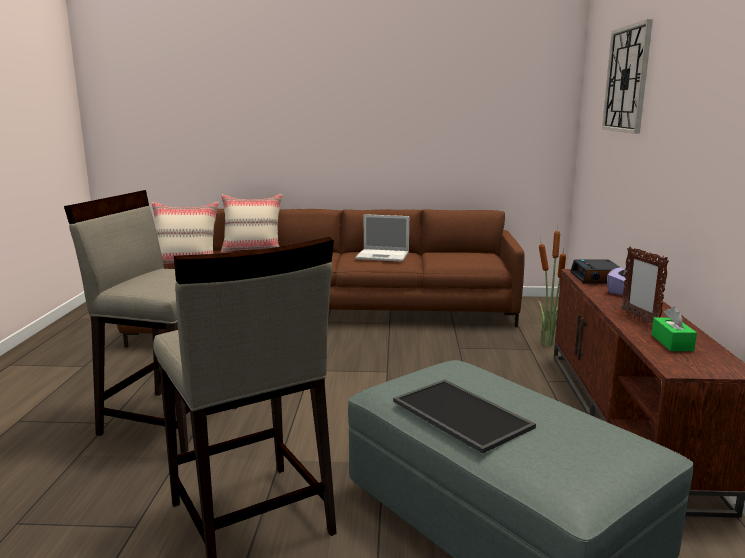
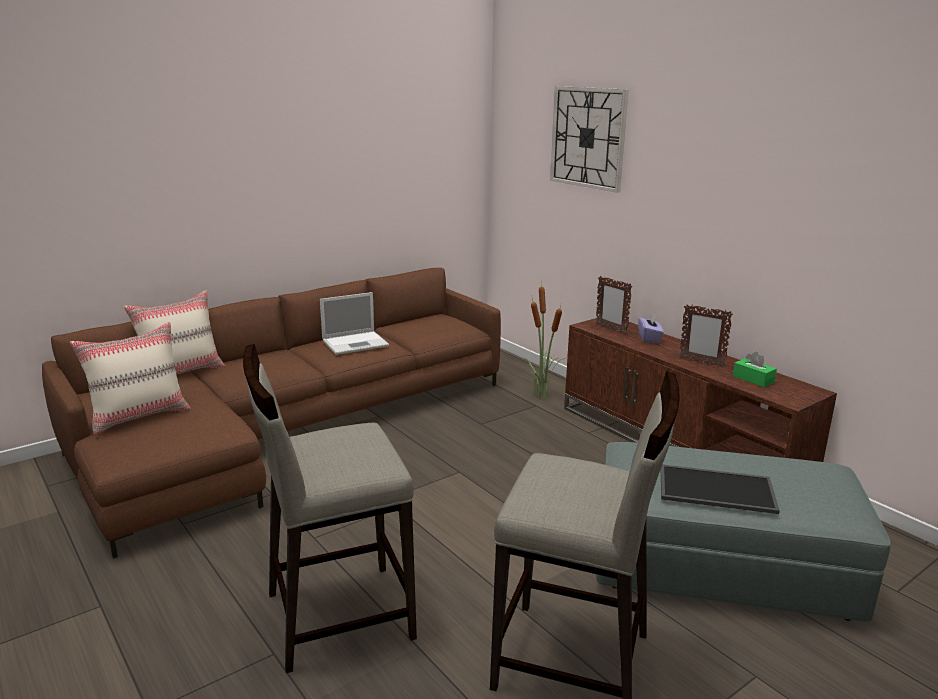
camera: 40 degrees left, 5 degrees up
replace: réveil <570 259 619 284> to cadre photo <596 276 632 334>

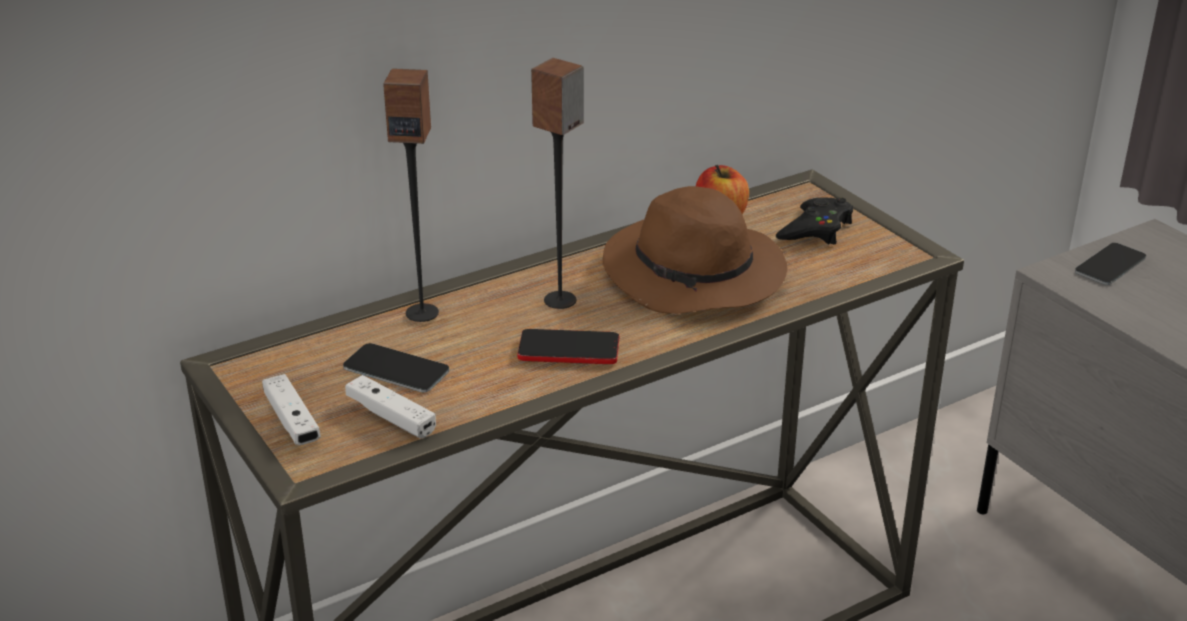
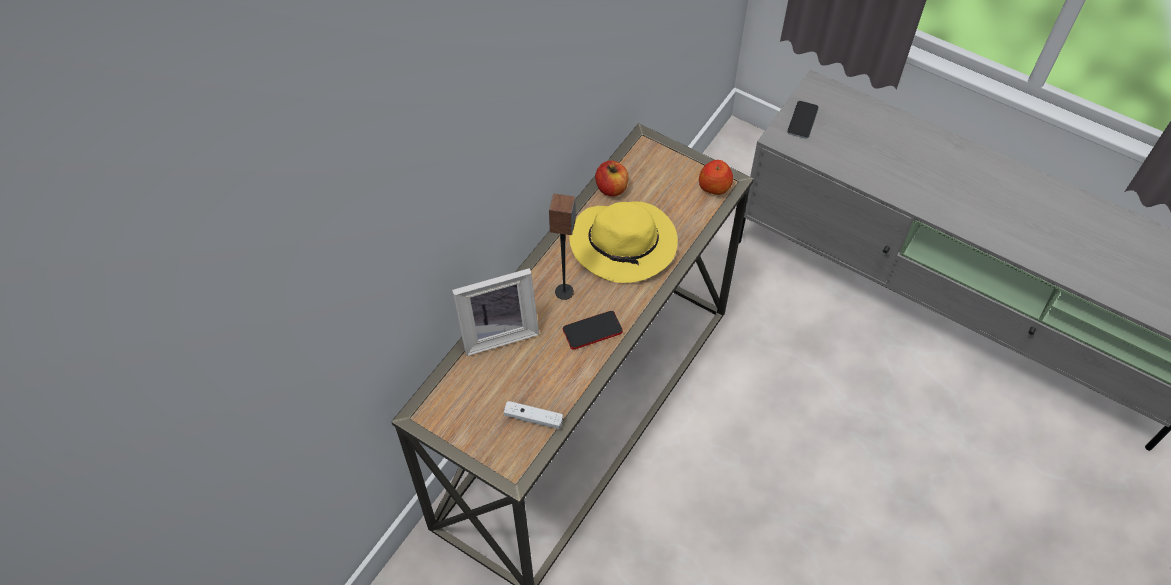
camera: 25 degrees left, 25 degrees up
delete: manette/noir <776 197 853 245>; téléphone <343 343 449 392>; manette/blanc <262 374 321 445>
insert: pomme <699 160 733 195>
replace: enceinte <383 68 439 322> to cadre photo <452 268 539 356>
recolor: chapeau/marron <602 186 787 314> to chapeau/jaune <569 201 678 283>

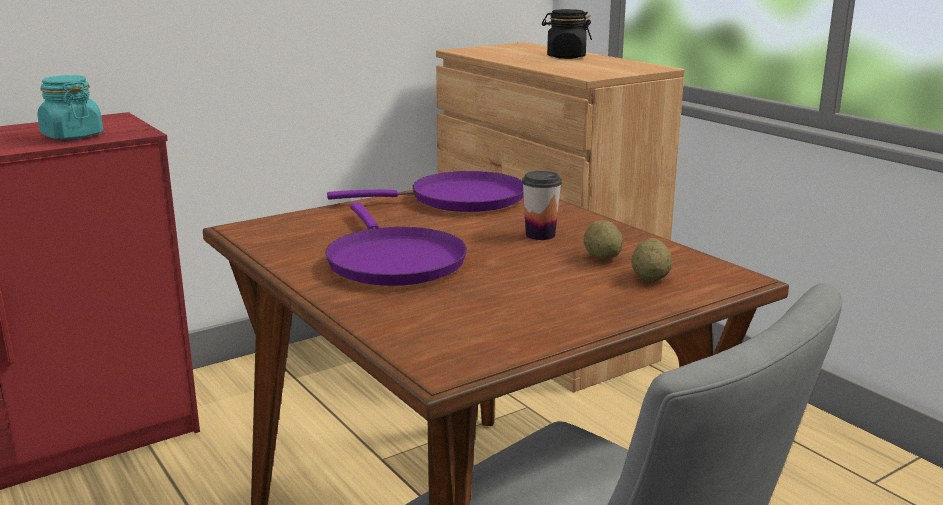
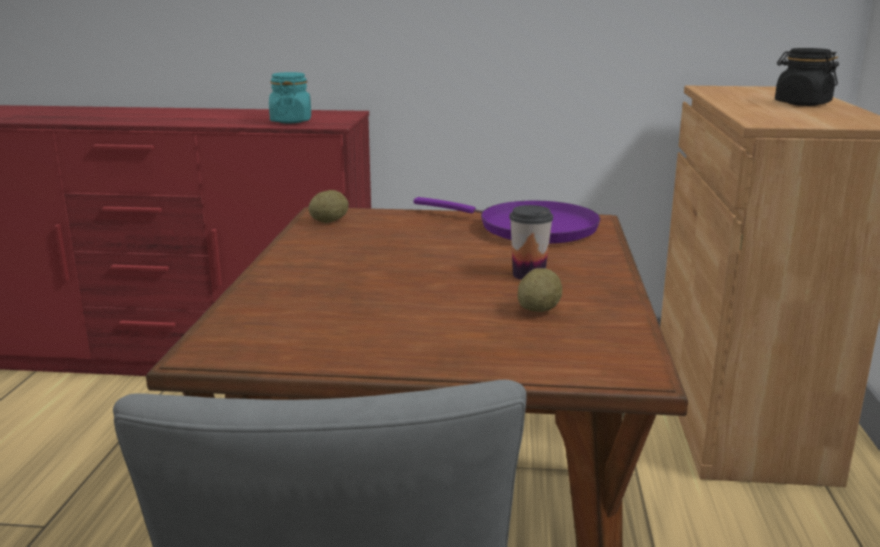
camera: 40 degrees right, 0 degrees up
delete: poêle/violet <325 202 467 286>
move: pomme de terre <631 238 673 282> to <308 190 349 223>

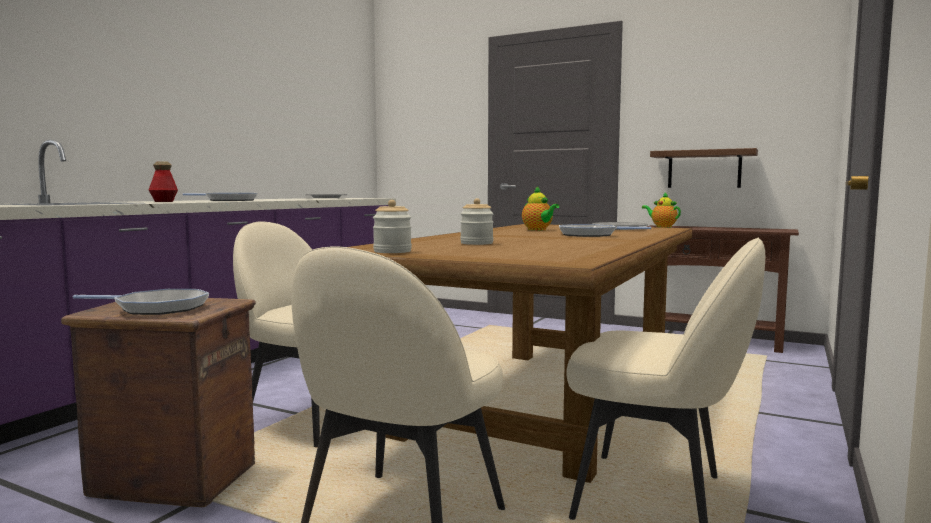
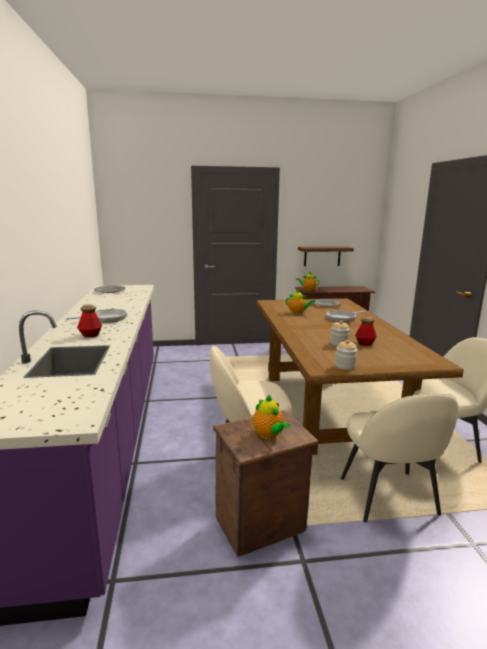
camera: 35 degrees left, 10 degrees up
insert: bouteille <355 316 377 345>
replace: poêle <73 289 209 315> to théière <253 395 290 439>

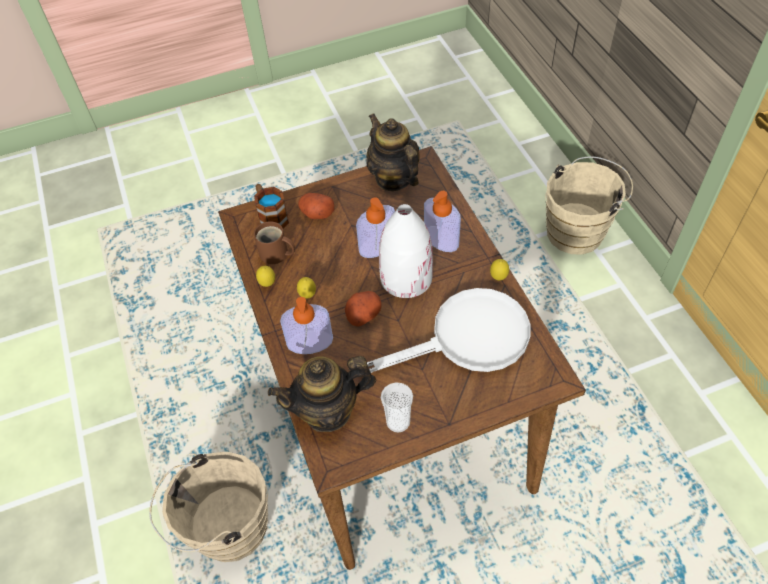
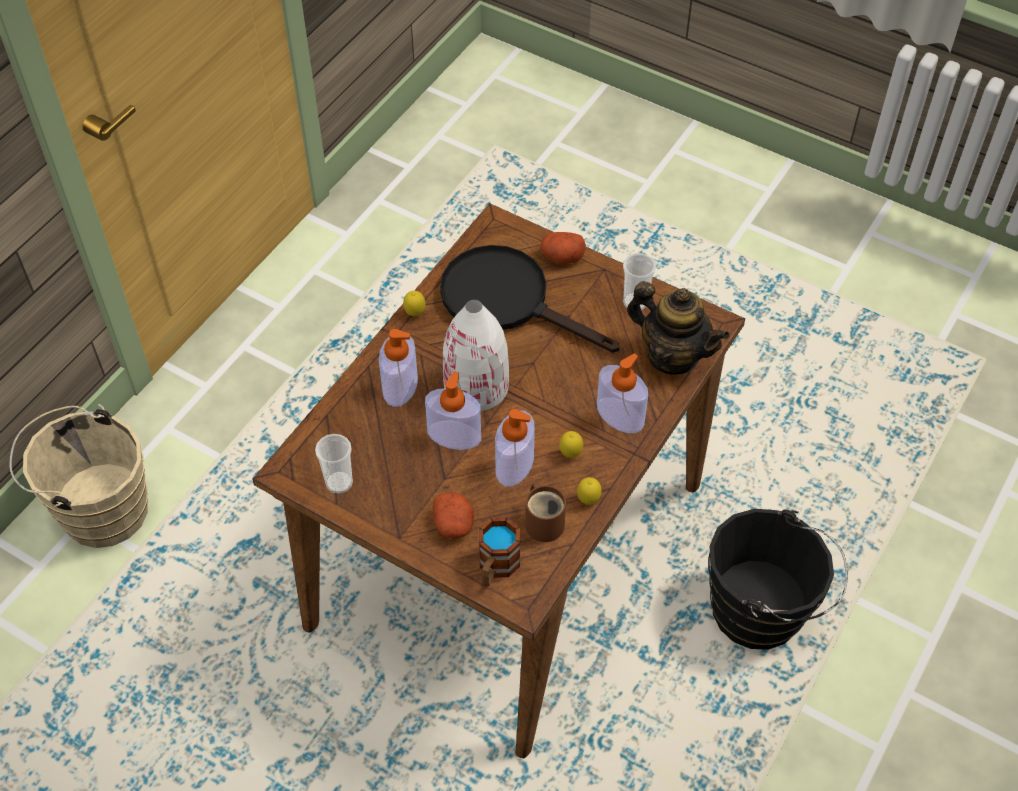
camera: 130 degrees left, 0 degrees up
insert: distributeur de savon <495 409 535 486>
move: pomme de terre <345 291 382 327> to <540 232 586 264>
replace: théière <366 113 420 191> to tasse <315 434 353 494>
recolor: poêle/blanc <367 288 530 373> to poêle/noir <440 245 620 353>; seau/beige <149 452 268 562> to seau/noir <708 509 847 650>

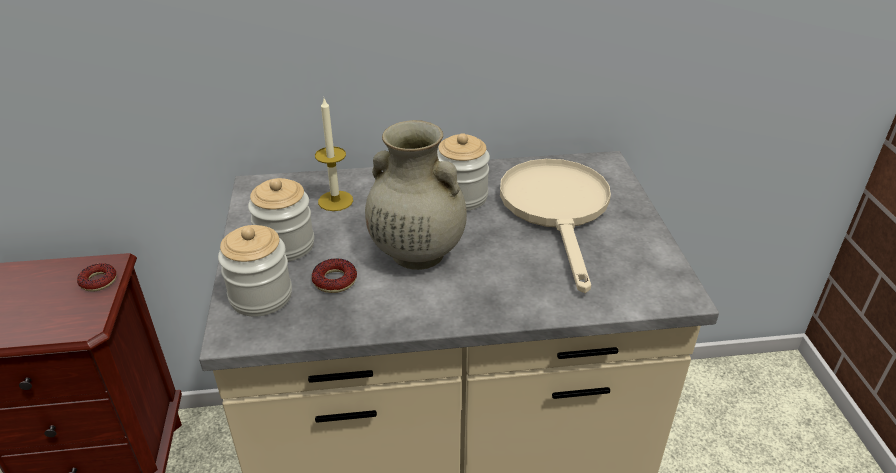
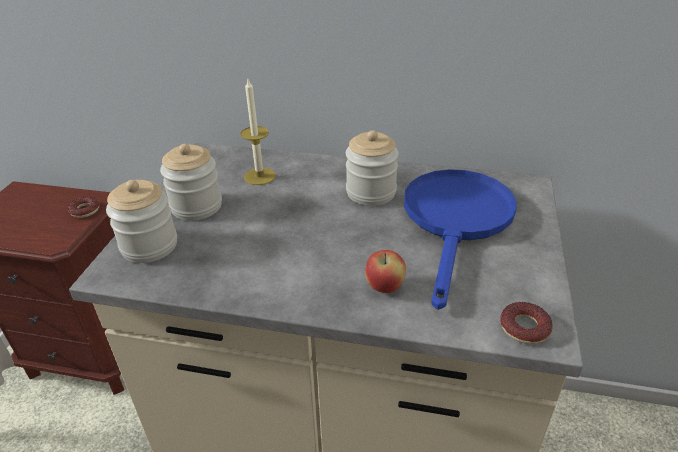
camera: 20 degrees right, 0 degrees up
delete: vase/beige <365 120 467 270>
insert: pomme <365 250 406 293>
move: beignet <312 258 357 293> to <500 302 553 344>
recolor: poêle/beige <500 159 611 293> to poêle/bleu <404 169 517 310>

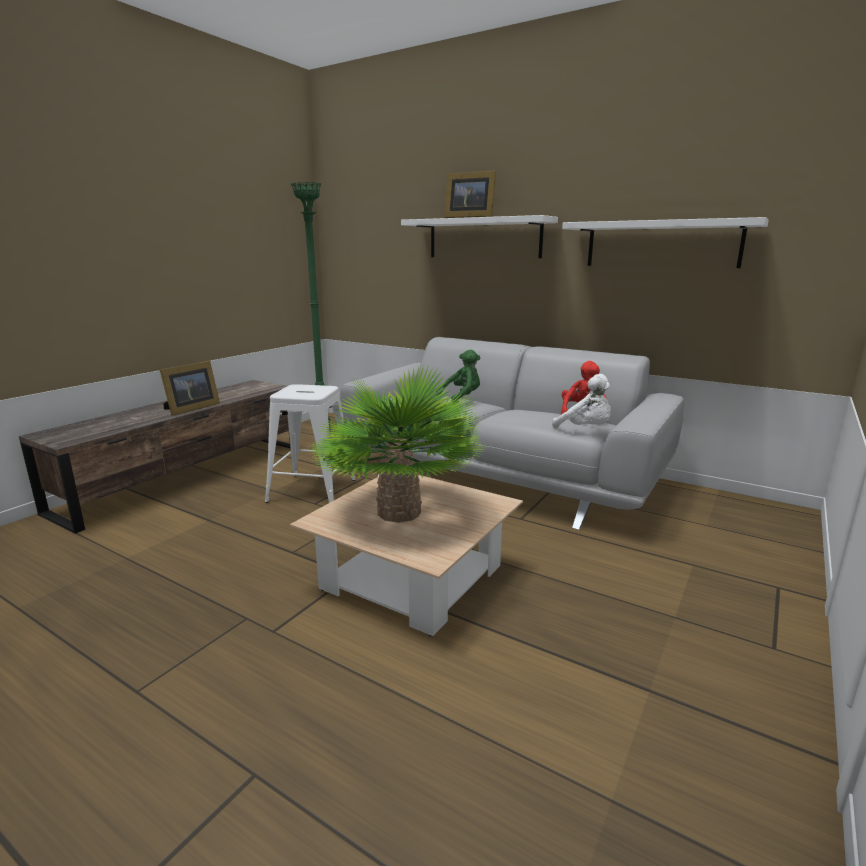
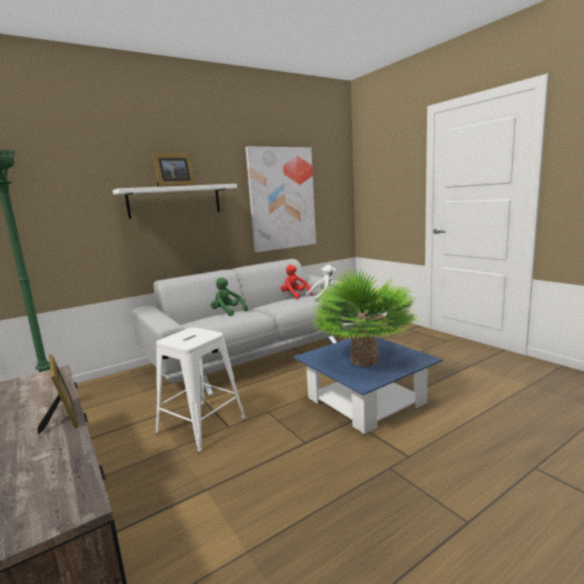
camera: 65 degrees left, 5 degrees down
replace: étagère/blanc <562 217 769 268> to tableau <245 147 316 253>
recolor: table basse/beige <290 475 523 636> to table basse/bleu <293 337 443 434>
rotate: peluche/vert <436 350 480 404> = <211 277 248 316> 45 degrees counterclockwise

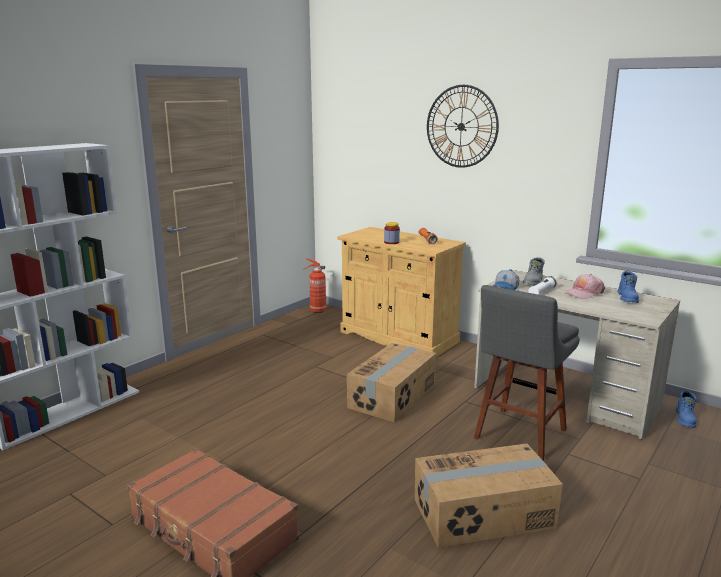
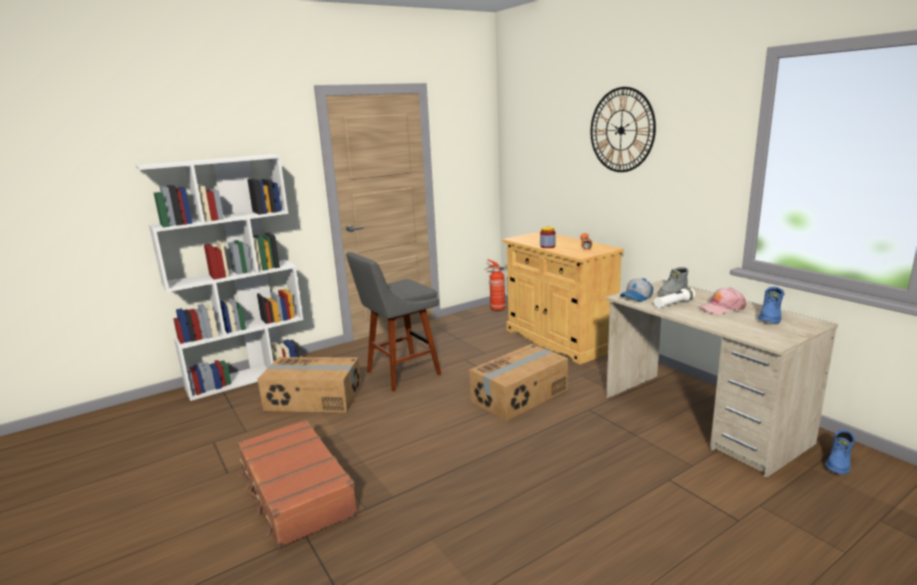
camera: 20 degrees right, 0 degrees up
move: tabouret/gris <474 285 580 461> to <346 252 441 392>; carton <415 444 563 548> to <257 357 362 413>

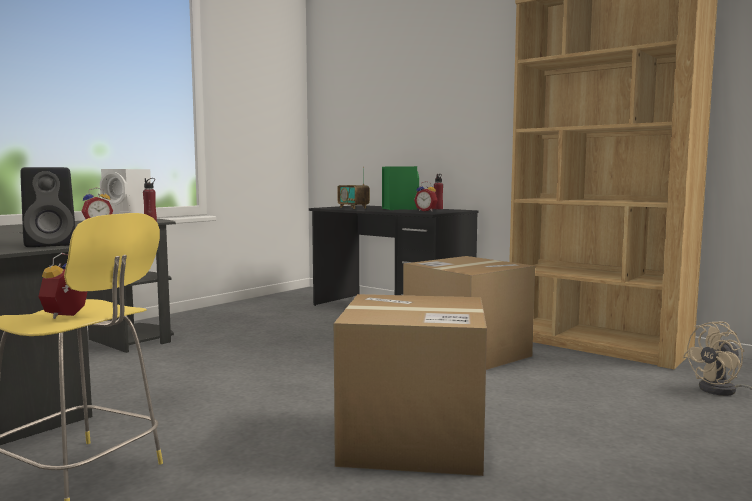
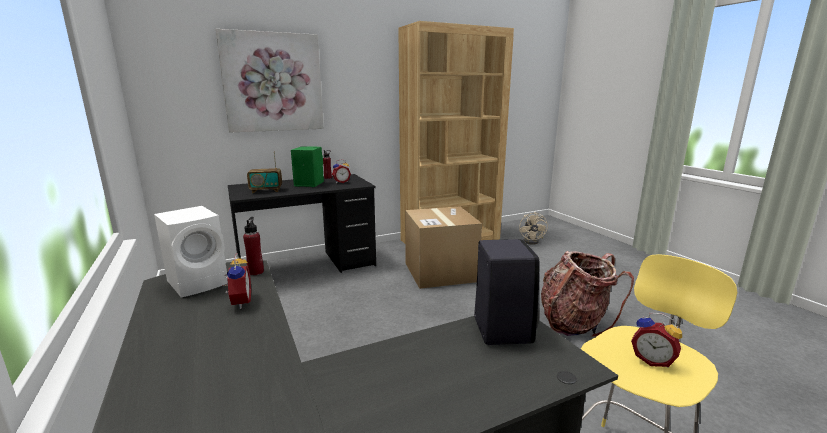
camera: 65 degrees left, 10 degrees up
insert: tableau <216 29 324 133>
replace: carton <334 294 487 476> to sac à dos <541 251 634 337>

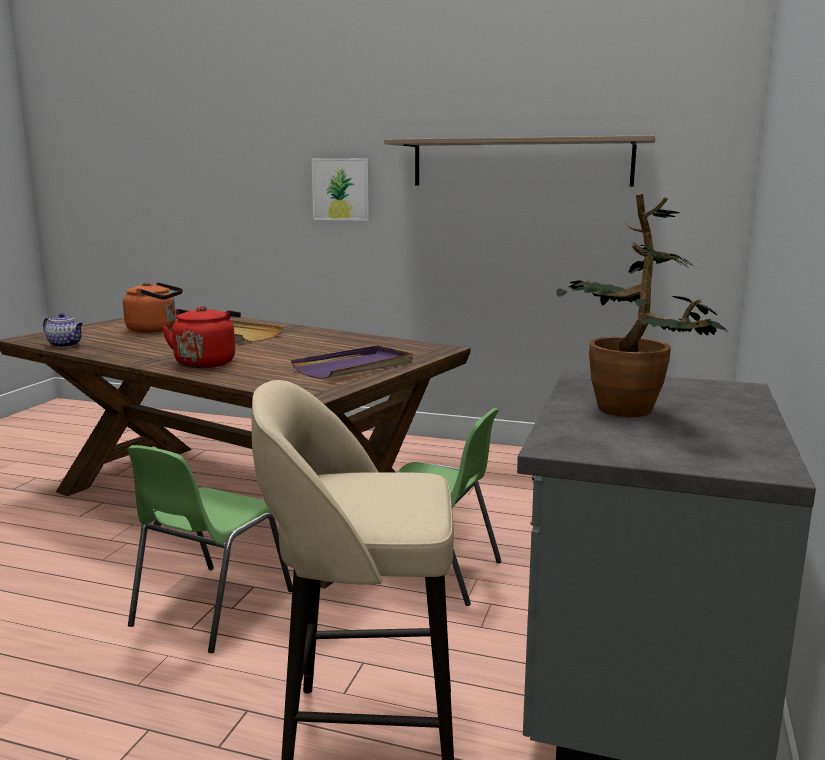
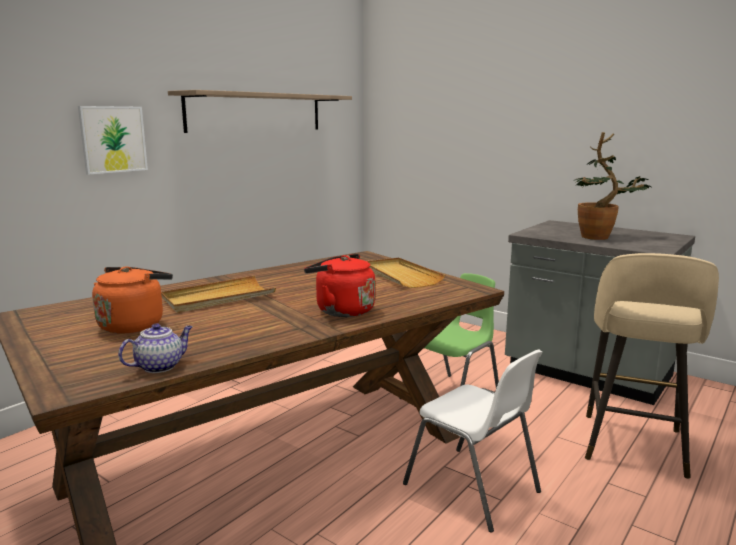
camera: 70 degrees left, 0 degrees up
recolor: plateau/violet <291 345 413 379> to plateau/beige <367 257 445 288>; chaise/vert <127 445 293 653> to chaise/blanc <403 349 543 533>

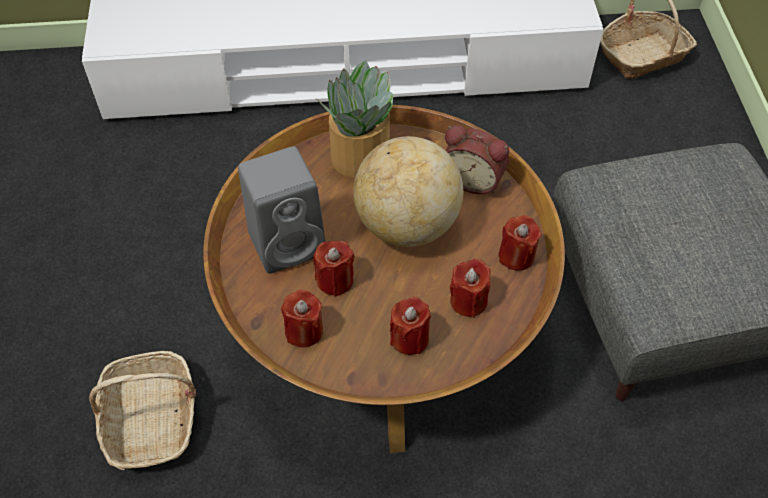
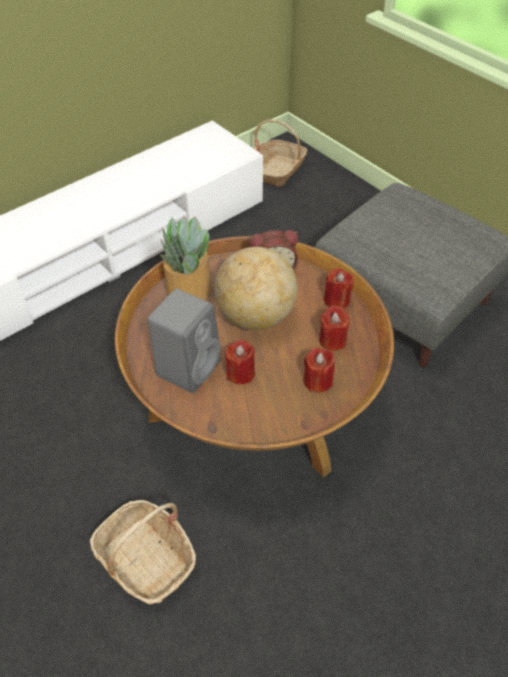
camera: 35 degrees left, 5 degrees down
delete: bougie/rouge <281 290 323 347>

